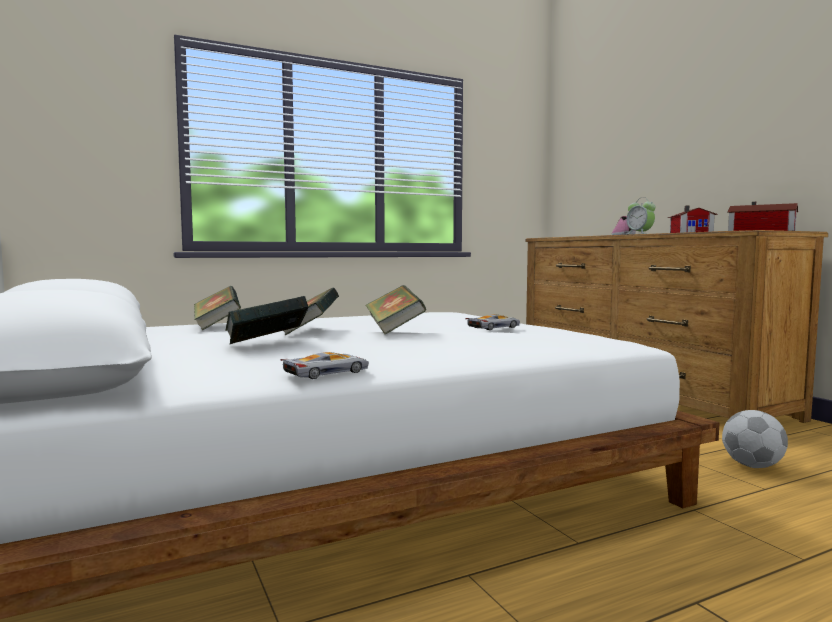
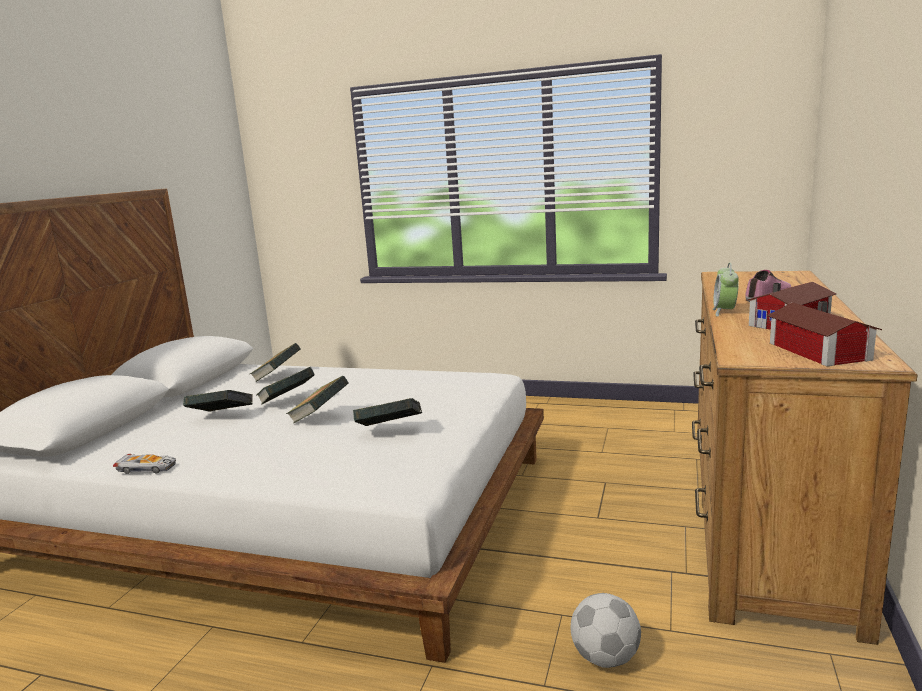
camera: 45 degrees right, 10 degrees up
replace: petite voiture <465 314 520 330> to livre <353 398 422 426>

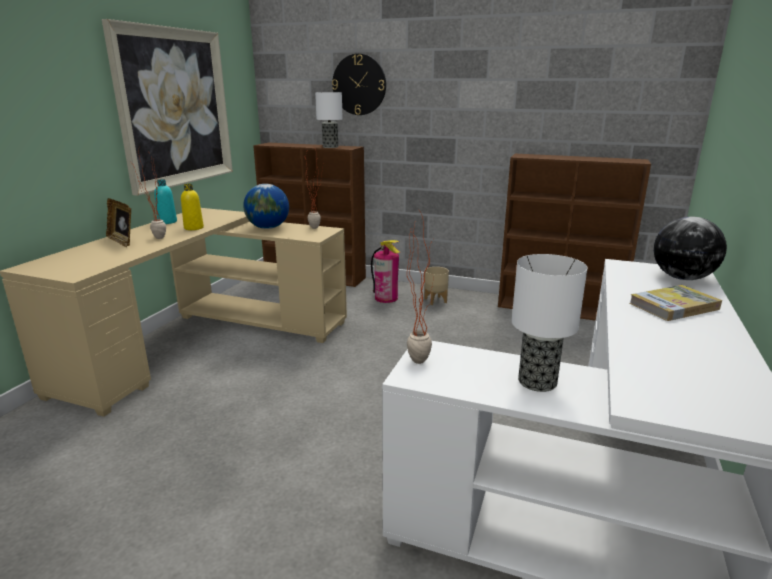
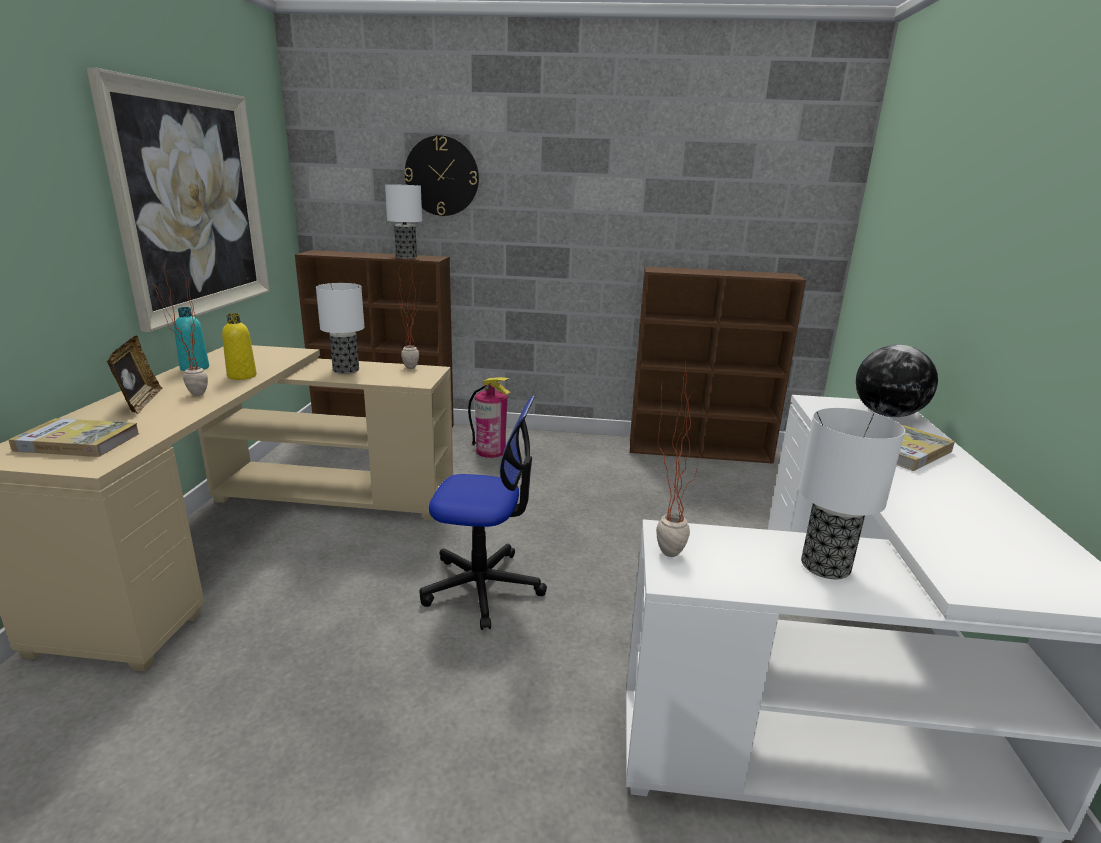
camera: 15 degrees left, 0 degrees up
delete: cache-pot/beige <424 267 449 305>
insert: chaise de bureau <419 395 547 630>; livre <8 418 139 457>
replace: globe <243 184 289 229> to lampe de table <316 283 365 374>
rotate: cadre photo <106 198 131 247> = <107 335 163 414> 135 degrees counterclockwise

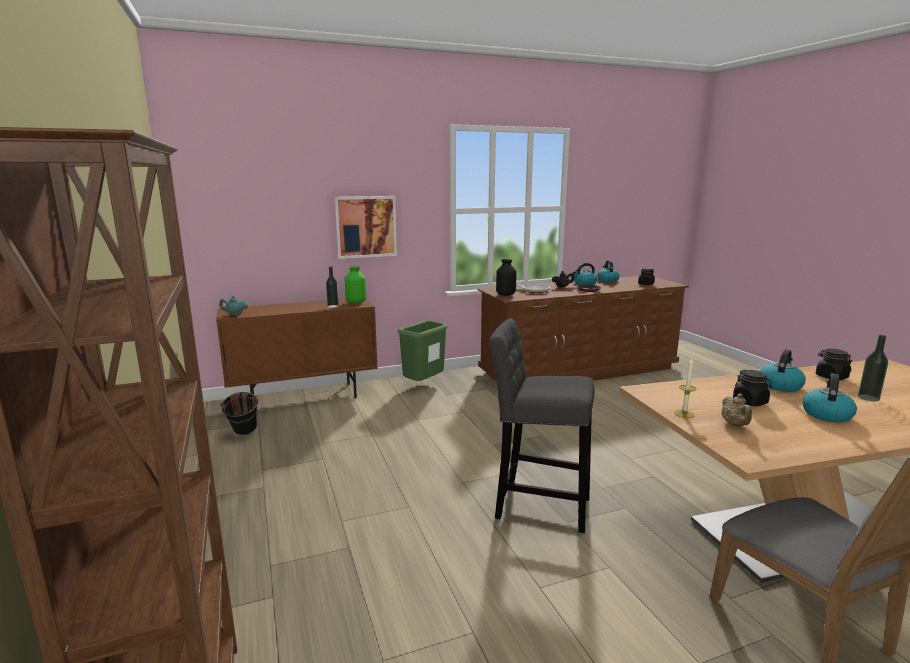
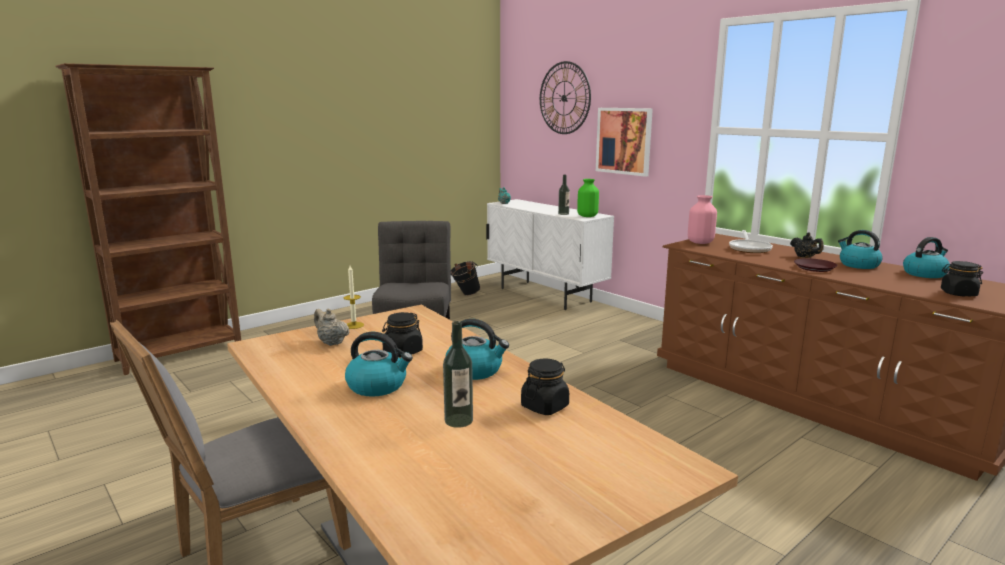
camera: 70 degrees right, 0 degrees up
delete: poubelle/vert <398 320 448 381>
insert: horloge murale <540 61 591 134>
recolor: vase/noir <496 259 517 296> to vase/rose <688 195 717 244>; meuble de rangement/marron <216 298 378 399> to meuble de rangement/blanc <486 199 614 310>
rotate: théière/beige <722 393 752 426> = <314 308 349 346> 60 degrees clockwise

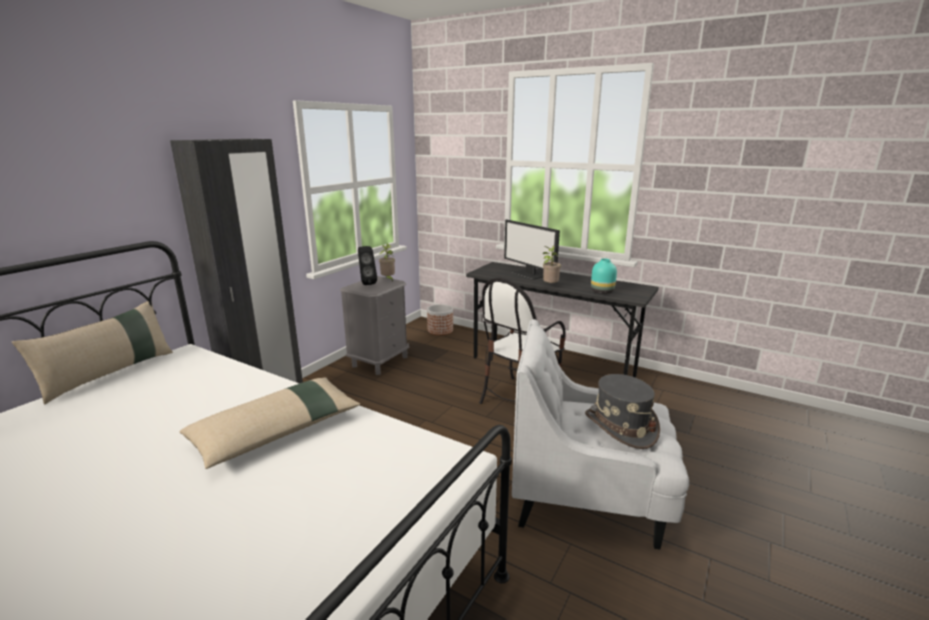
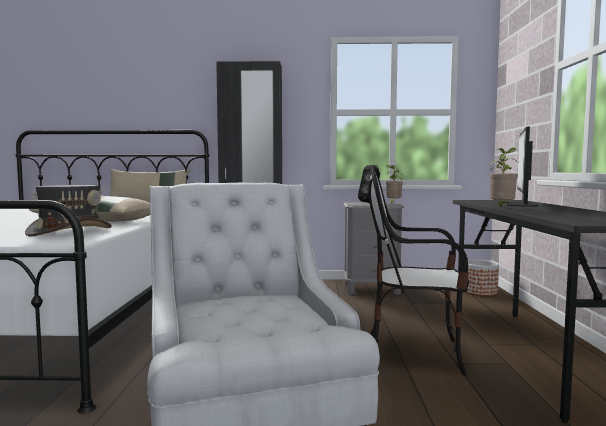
camera: 60 degrees right, 15 degrees down
delete: vase/turquoise <591 258 617 294>
move: chapeau/gris <585 374 660 449> to <25 185 112 236>

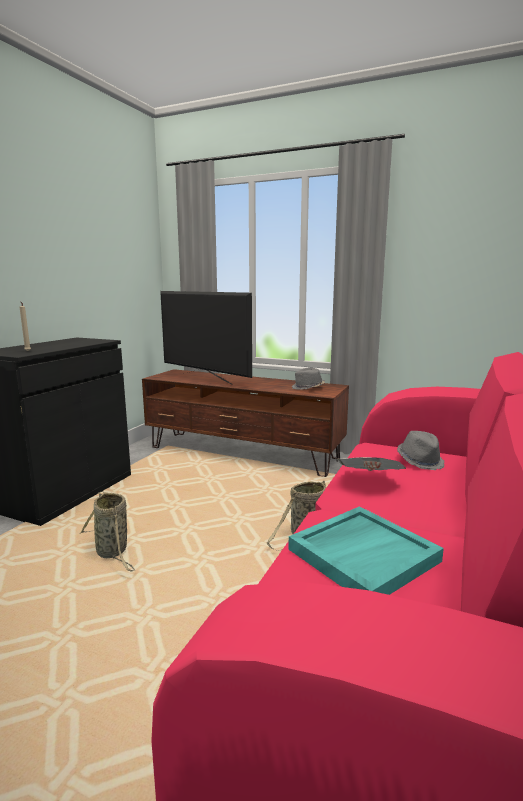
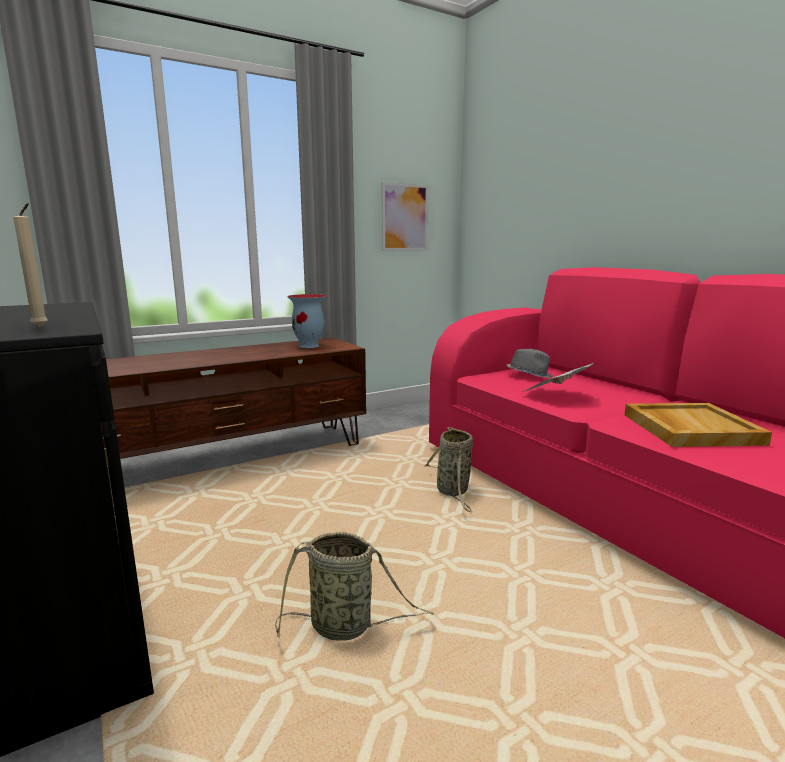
camera: 55 degrees left, 0 degrees up
delete: téléviseur <160 291 252 385>
insert: tableau <381 182 429 251>
replace: chapeau/gris <291 367 325 390> to vase <287 294 326 348>
recolor: plateau/turquoise <288 506 444 595> to plateau/beige <624 403 772 447>

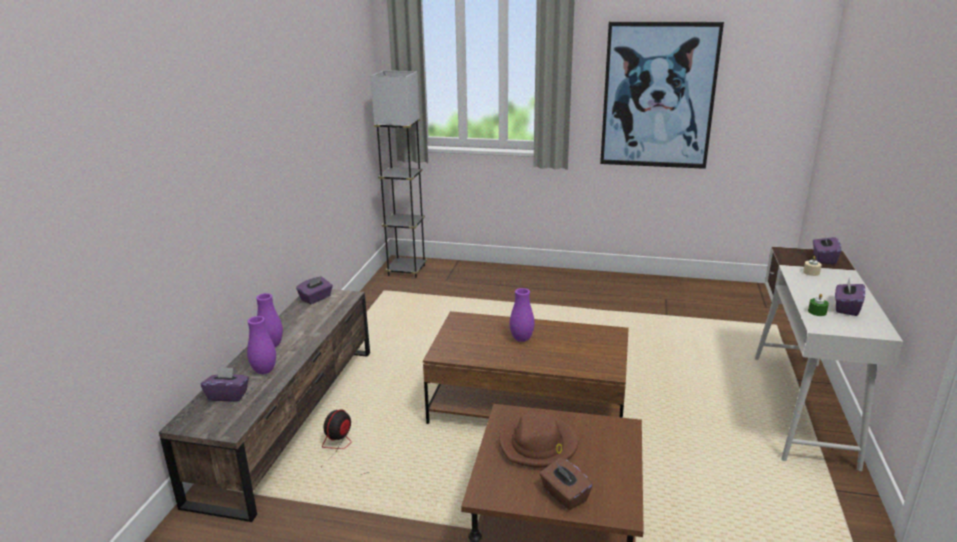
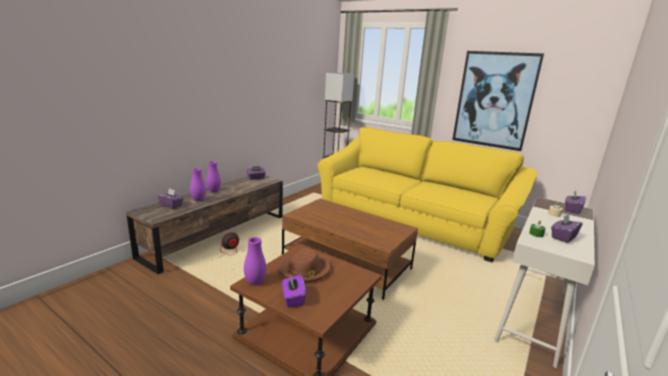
camera: 20 degrees right, 5 degrees down
insert: canapé/jaune <318 127 537 262>
move: vase/violet <510 288 535 342> to <244 237 266 285>
recolor: boîte à mouchoirs/marron <540 457 593 510> to boîte à mouchoirs/violet <282 274 306 307>

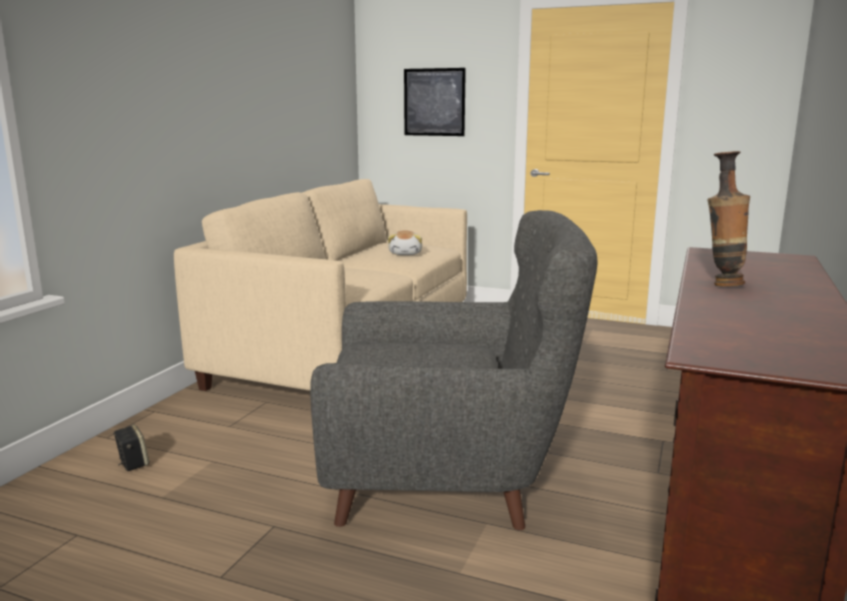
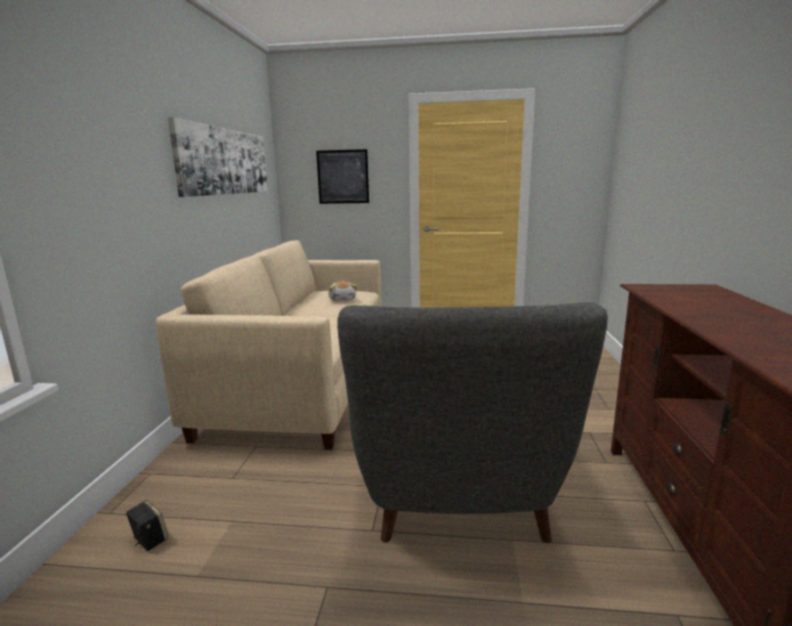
camera: 15 degrees left, 0 degrees up
delete: vase <708 151 750 286>
insert: tableau <168 117 268 197>
rotate: fauteuil/gris <310 210 598 530> = <337 302 608 543> 105 degrees clockwise

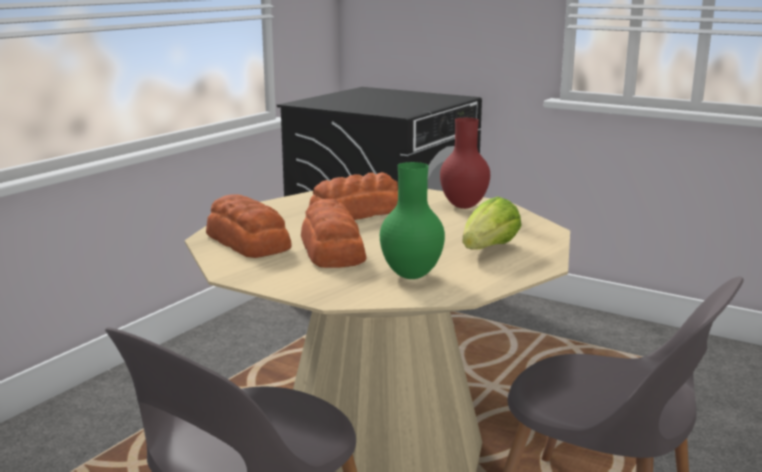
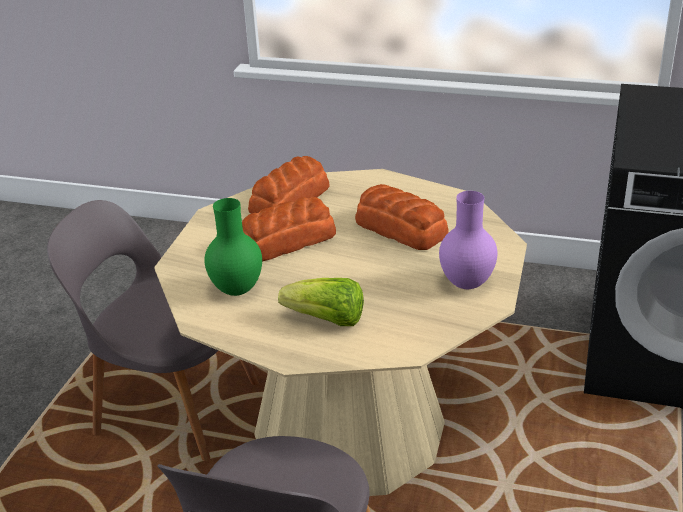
camera: 75 degrees right, 15 degrees up
recolor: vase/rouge <440 118 490 209> to vase/violet <439 191 498 289>

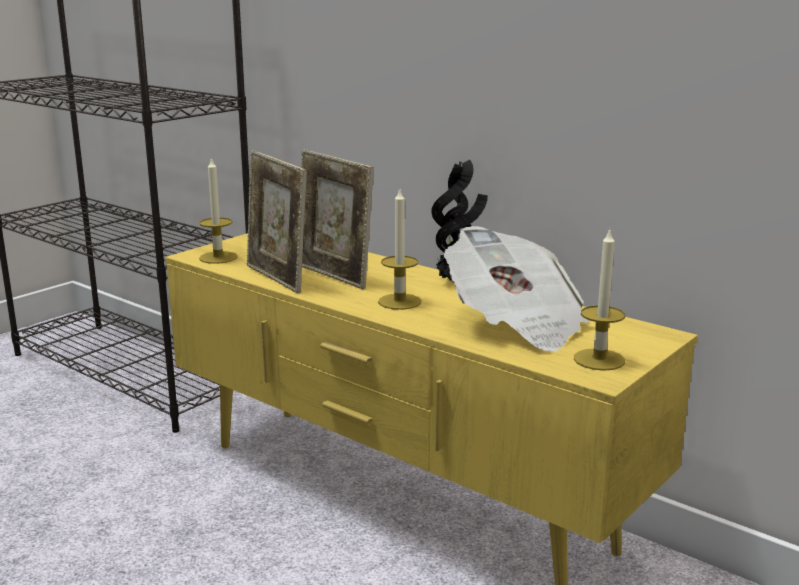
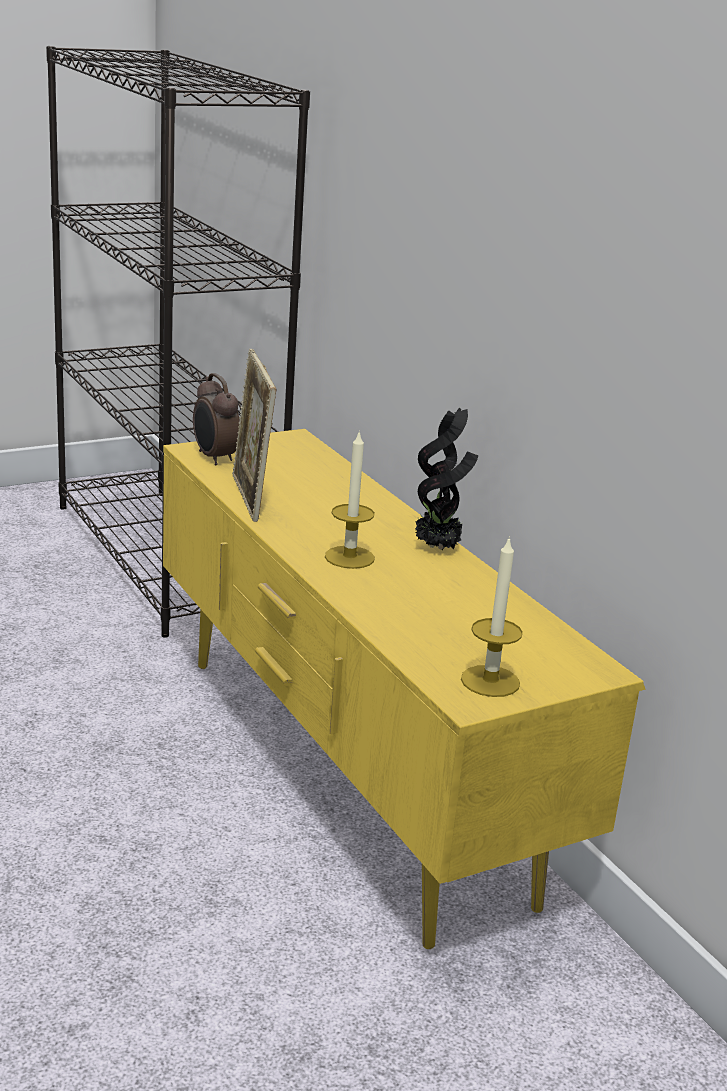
camera: 20 degrees right, 5 degrees up
delete: cadre photo <301 149 374 289>; journal <444 226 590 352>
replace: bougie <199 157 238 264> to réveil <193 373 240 465>

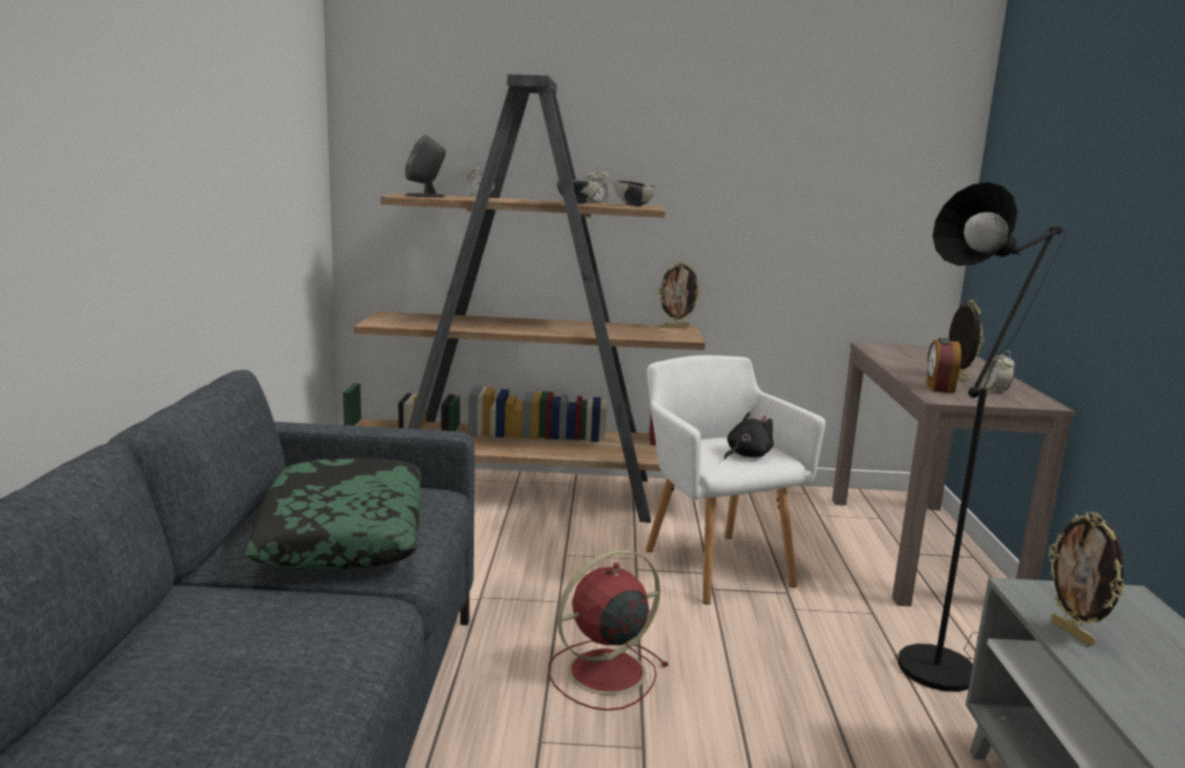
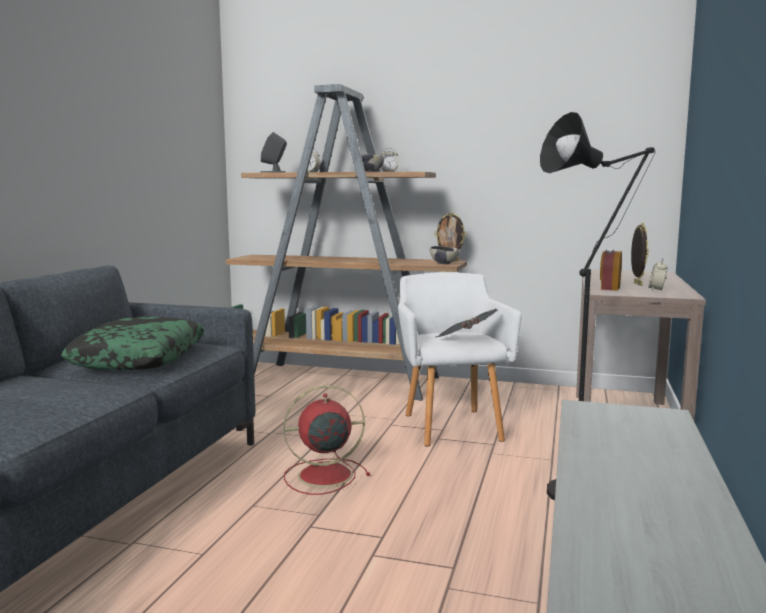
camera: 15 degrees right, 5 degrees down
delete: cadre photo <1048 512 1125 646>
move: bol <615 180 657 206> to <430 246 460 264>
replace: peluche/noir <724 412 774 459> to journal <435 308 498 338>

